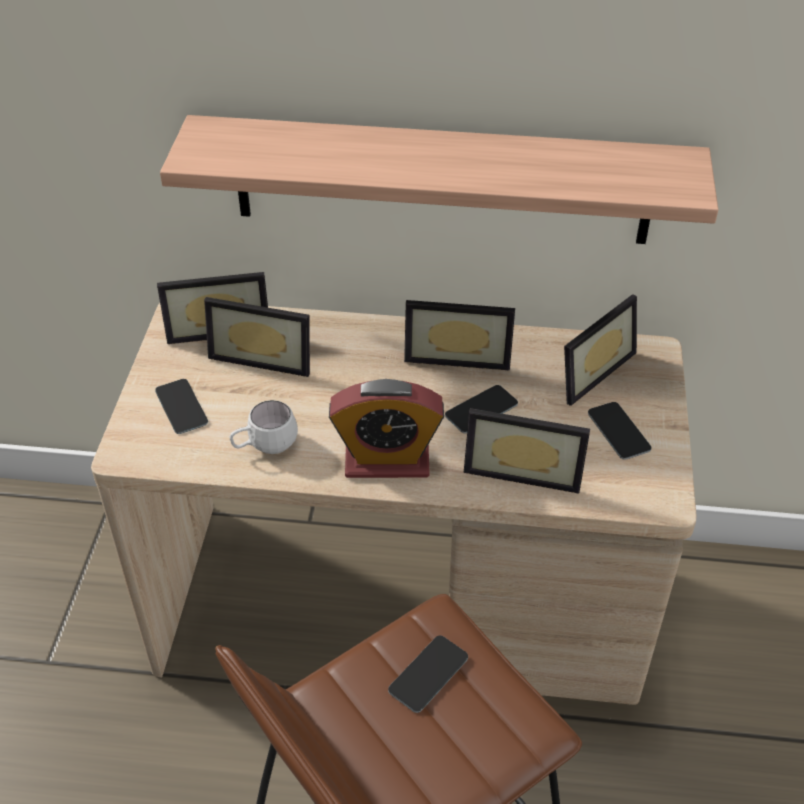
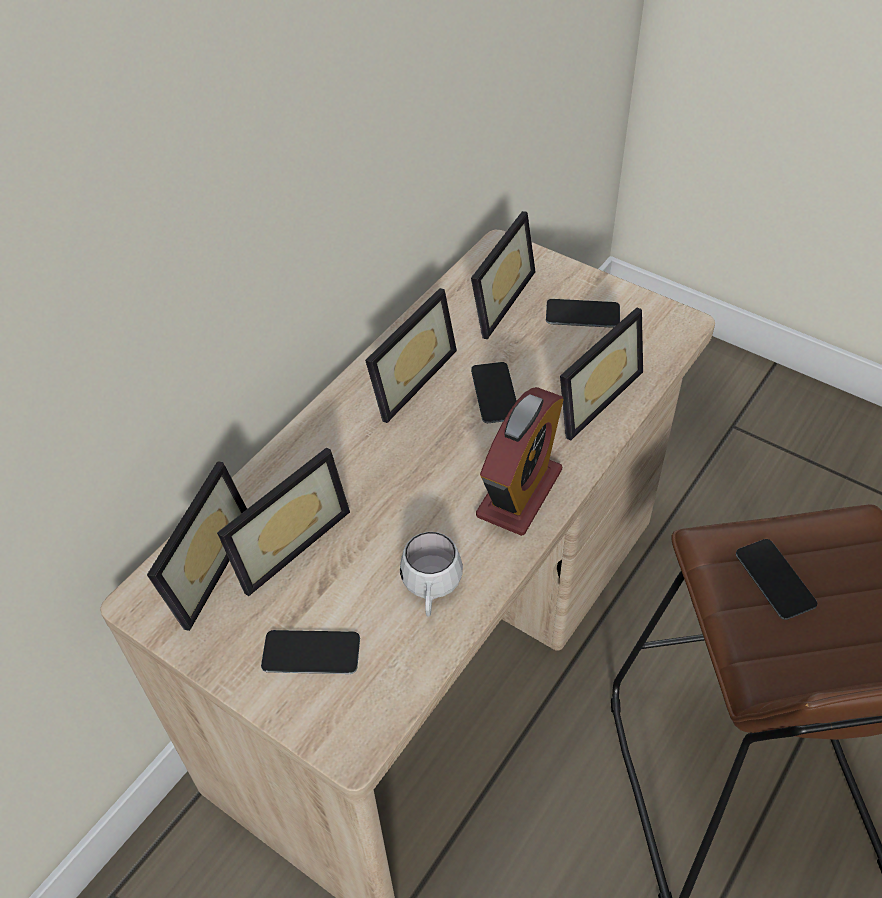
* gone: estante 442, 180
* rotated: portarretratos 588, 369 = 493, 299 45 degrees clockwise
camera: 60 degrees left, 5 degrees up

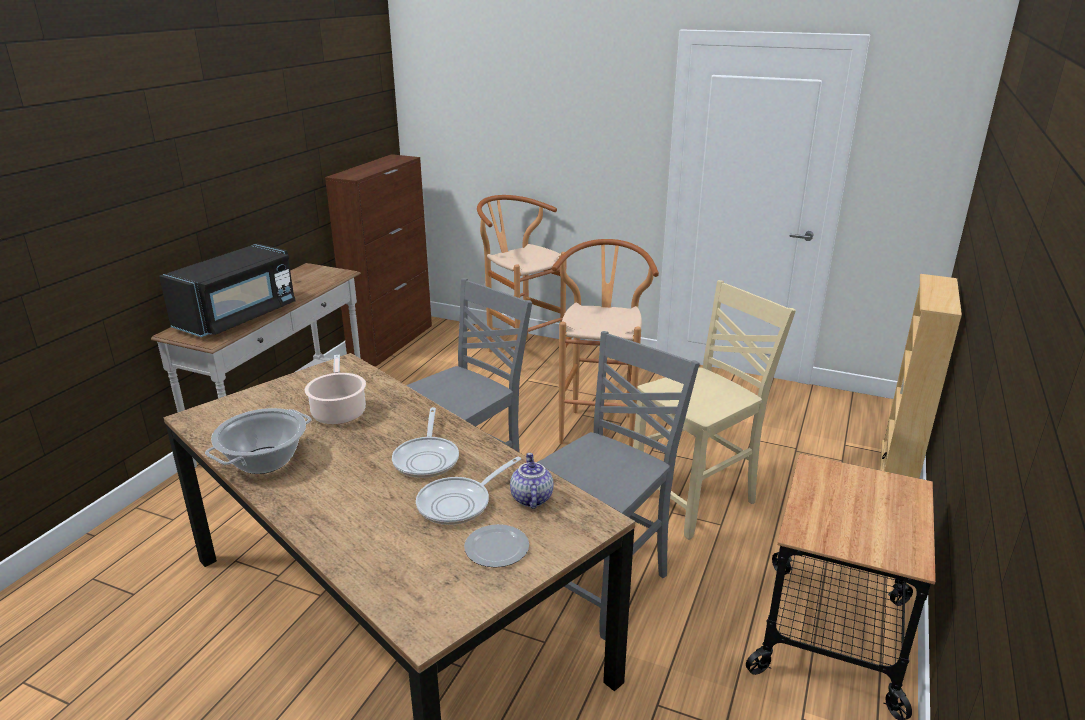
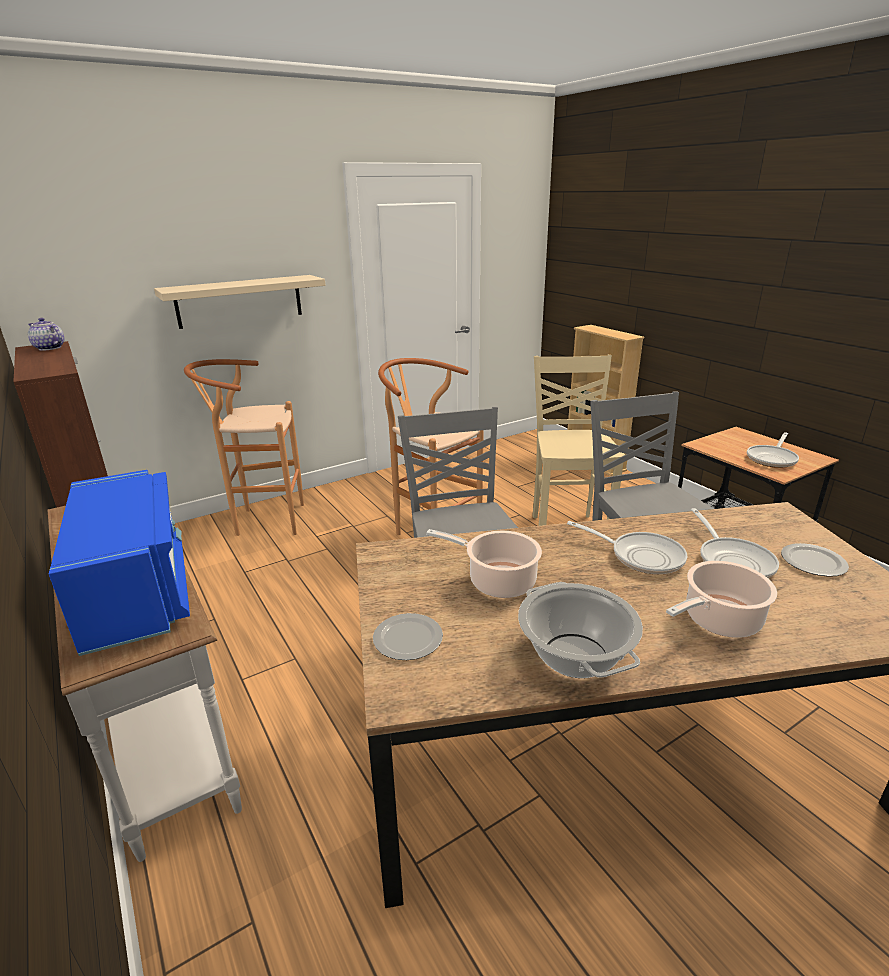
* repainted: microondas [negro] 238, 317 to microondas [azul] 136, 592
* shifted: tetera 530, 498 to 49, 348
* new: estante [beis] 239, 301
* new: sartén 772, 458
* new: olla 718, 620
* new: plato 406, 639
camera: 55 degrees left, 0 degrees up

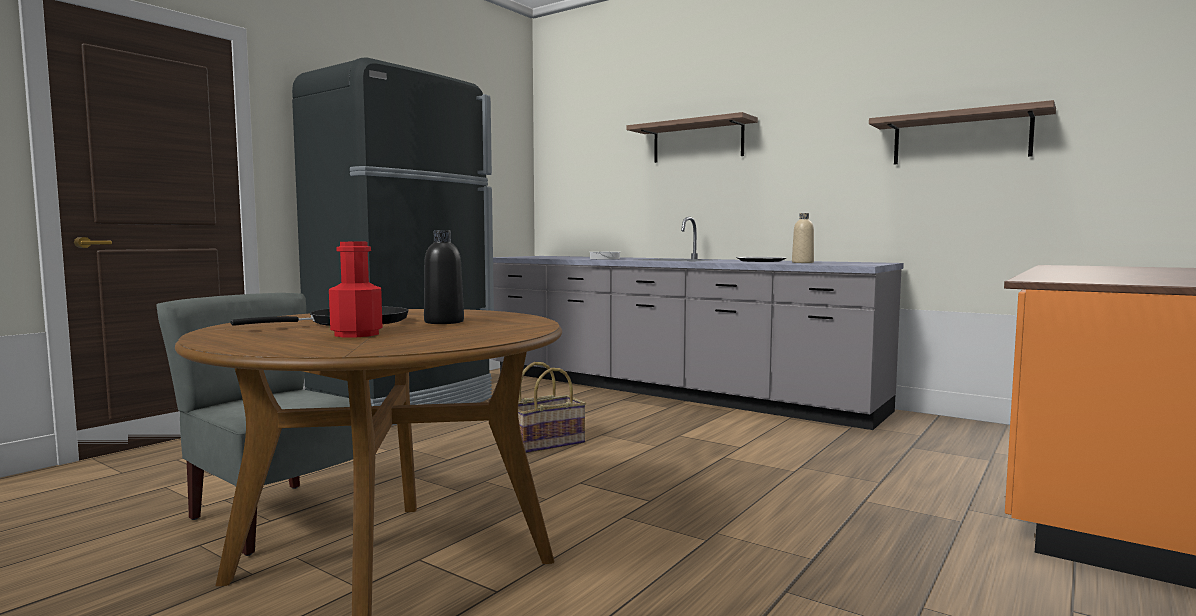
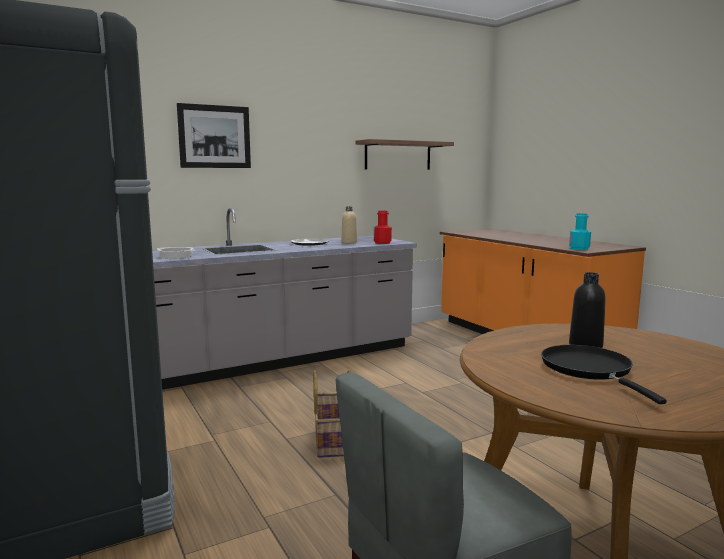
* swapped: estante 697, 141 to cuadro 214, 136
* shifted: botella [rojo] 357, 334 to 382, 243
* new: botella [turquesa] 579, 248
camera: 65 degrees left, 5 degrees up

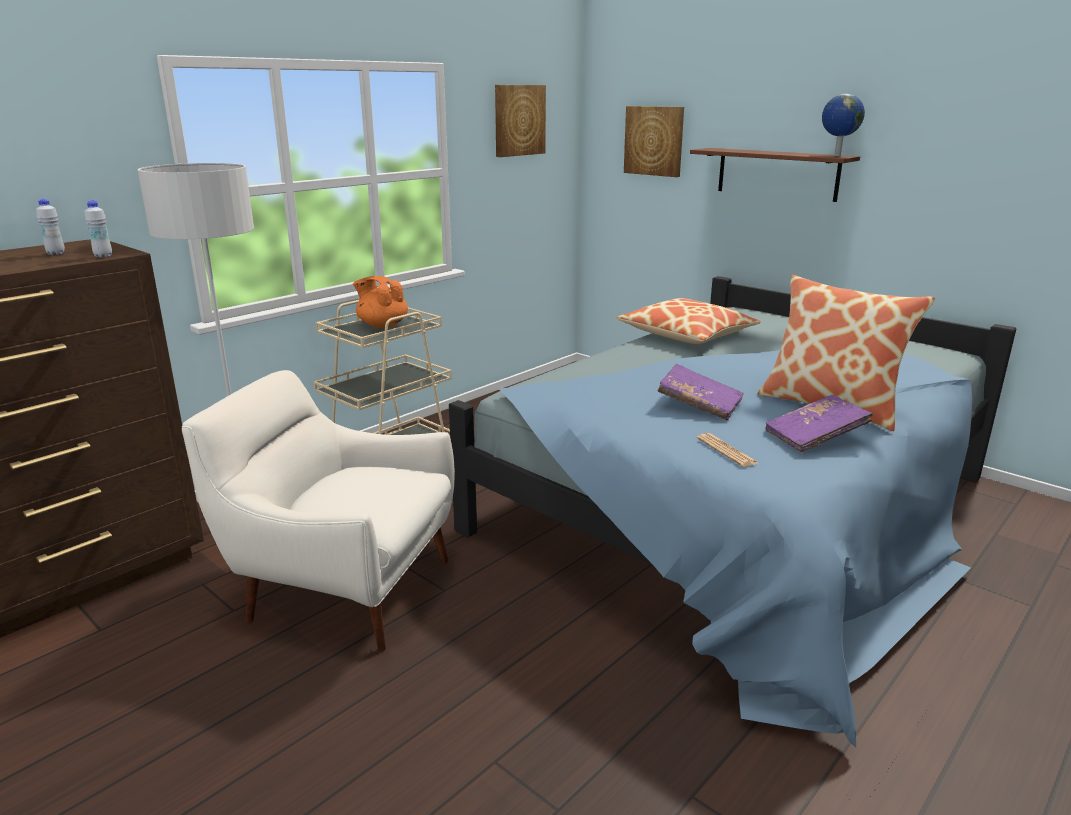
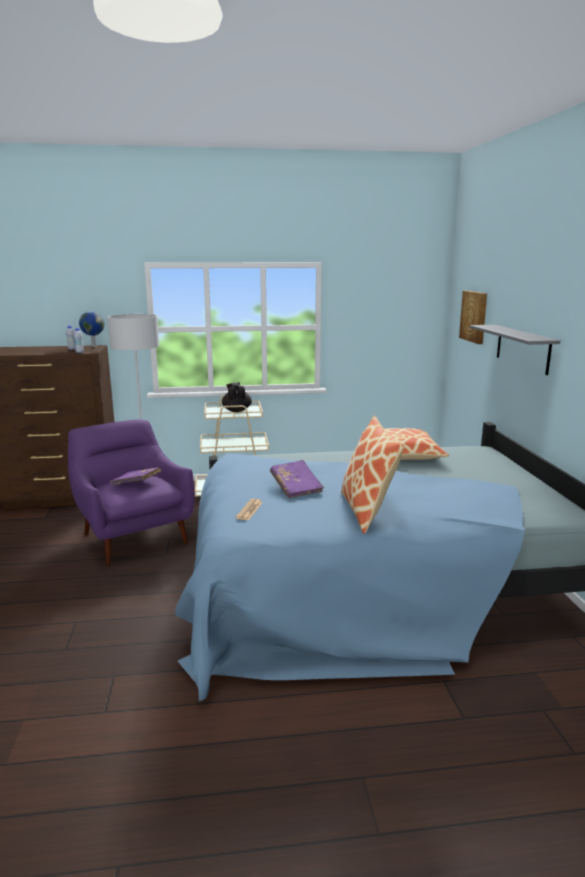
* gone: cuadro 519, 120
* shifted: globo terráqueo 836, 155 to 93, 346
* repainted: estante [marrón] 777, 174 to estante [gris] 522, 348
* repainted: tetera [naranja] 382, 325 to tetera [negro] 236, 410
* repainted: sillón [blanco] 343, 588 to sillón [morado] 133, 537
* shifted: libro [morado] 815, 437 to 136, 483
camera: 40 degrees right, 5 degrees down

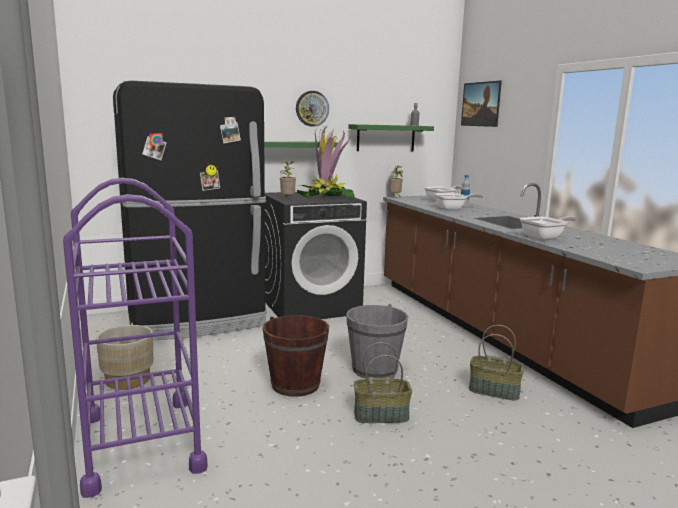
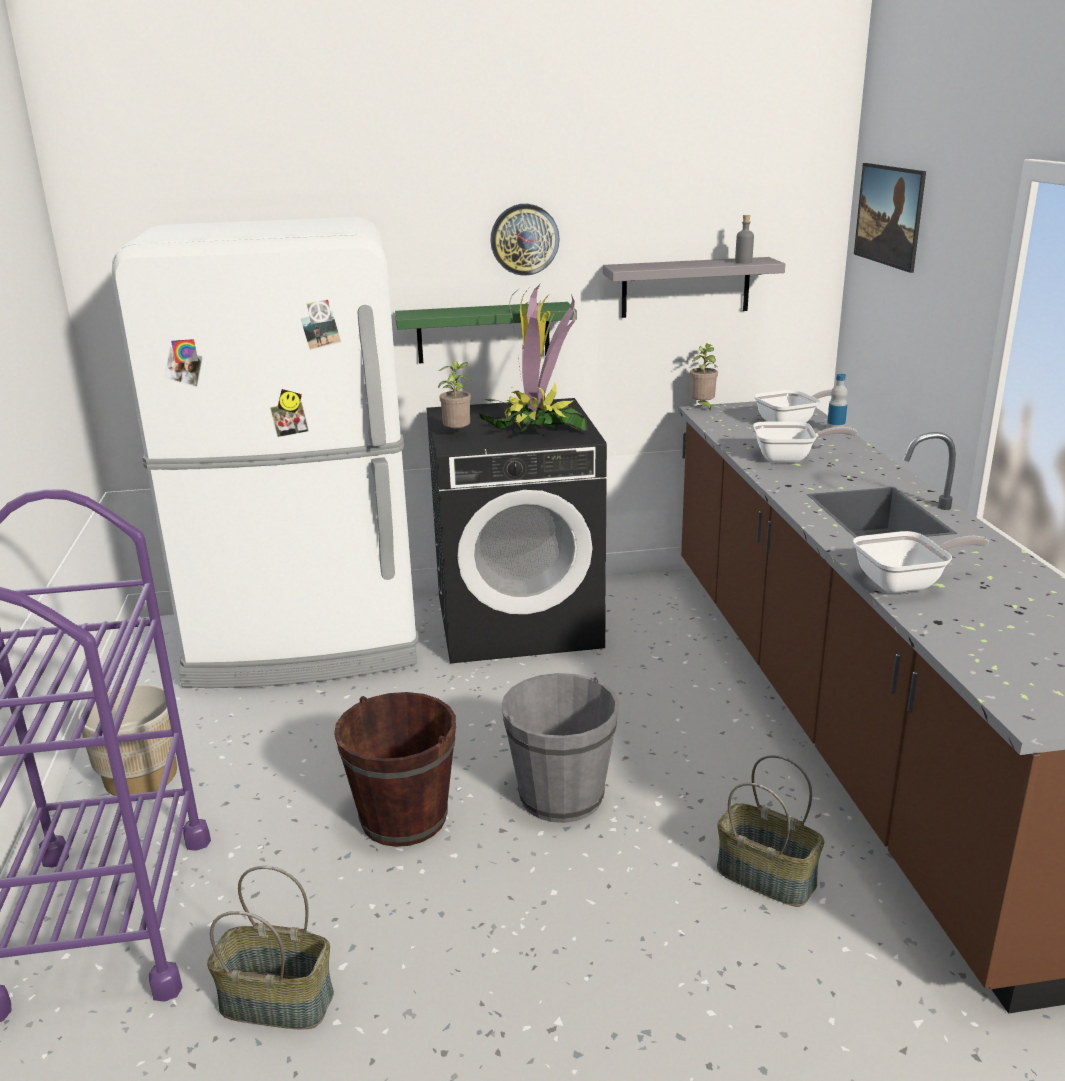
* repainted: nevera [negro] 197, 320 to nevera [blanco] 306, 642
* repainted: estante [verde] 386, 138 to estante [gris] 685, 287
* shifted: cesta 381, 415 to 278, 1000
camera: 15 degrees right, 10 degrees up

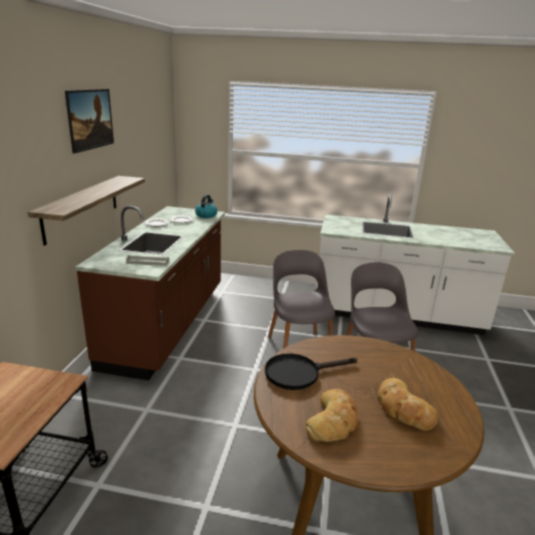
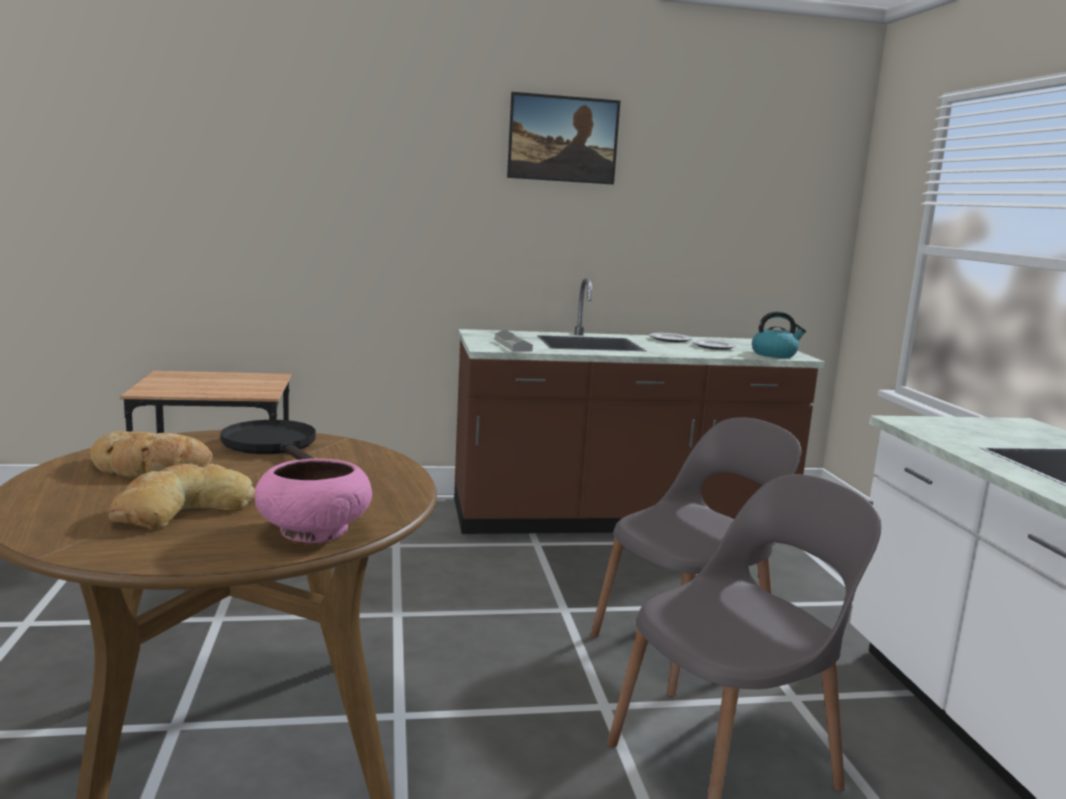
* gone: estante 82, 207
* new: cuenco [rosa] 313, 531
camera: 70 degrees right, 10 degrees down

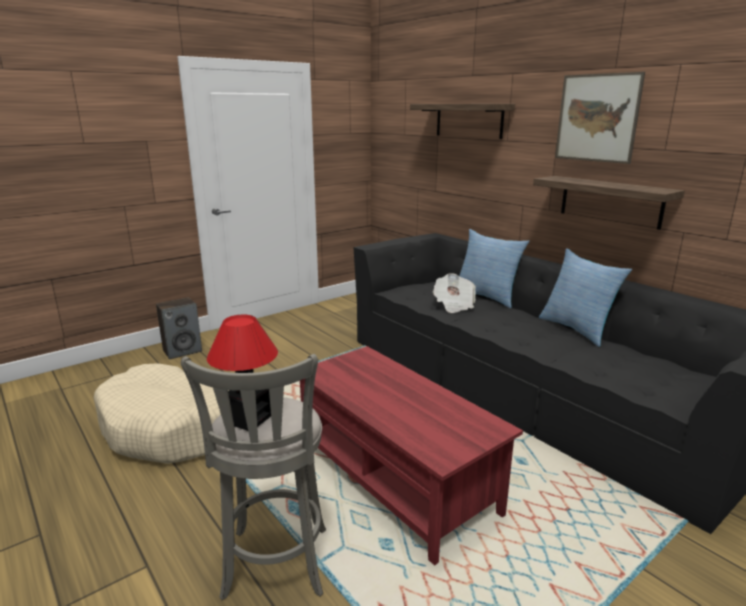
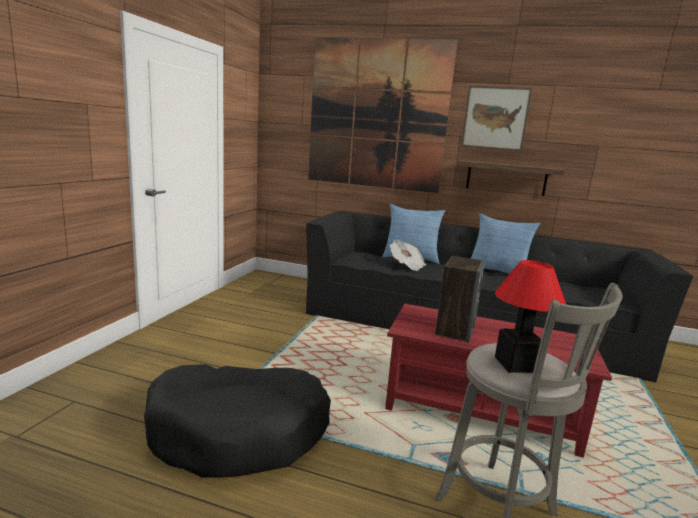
* swapped: estante 469, 120 to cuadro 377, 115
* shifted: altavoz 182, 351 to 455, 330
* repainted: cama para perro [beis] 174, 428 to cama para perro [negro] 239, 432
camera: 35 degrees left, 5 degrees down

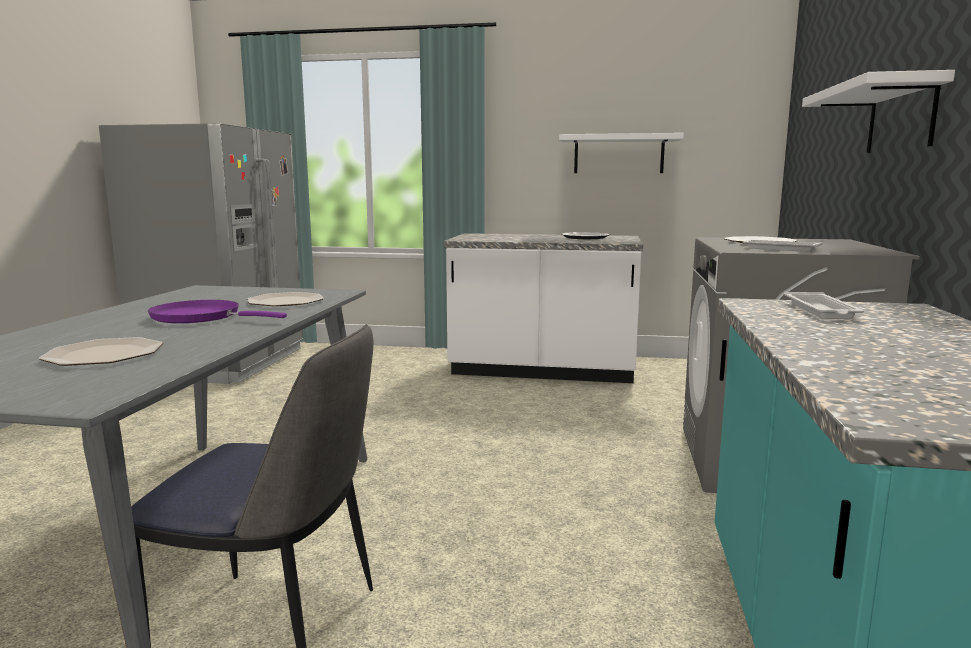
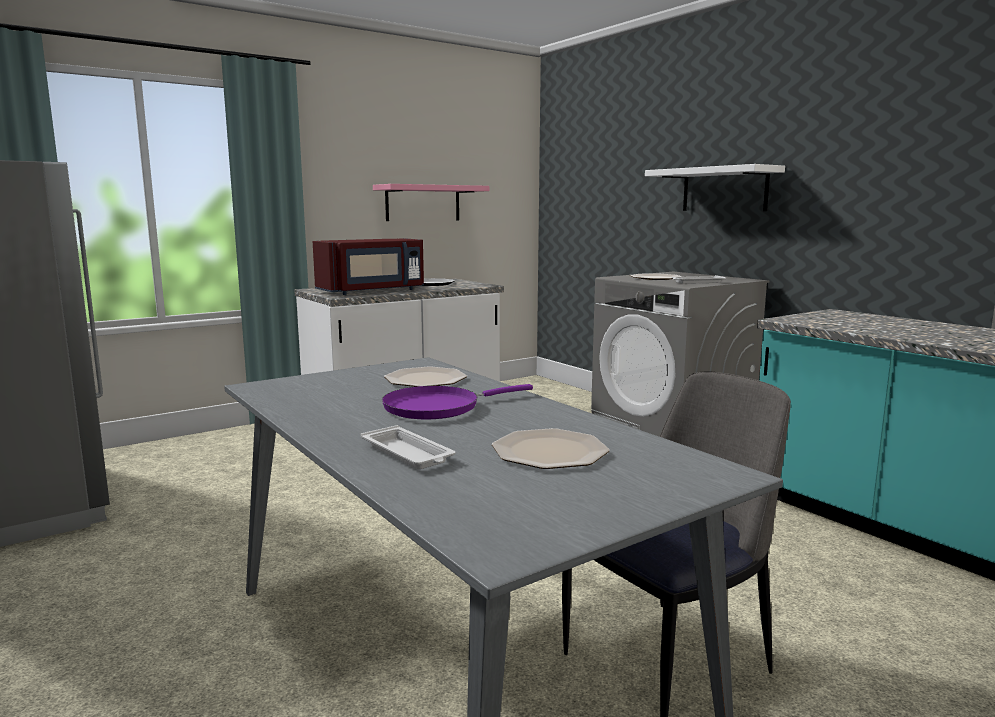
* repainted: estante [blanco] 618, 154 to estante [rosa] 423, 203
* shifted: bandeja [blanco] 821, 311 to 408, 454
* new: microondas [rojo] 372, 291
camera: 45 degrees left, 0 degrees up

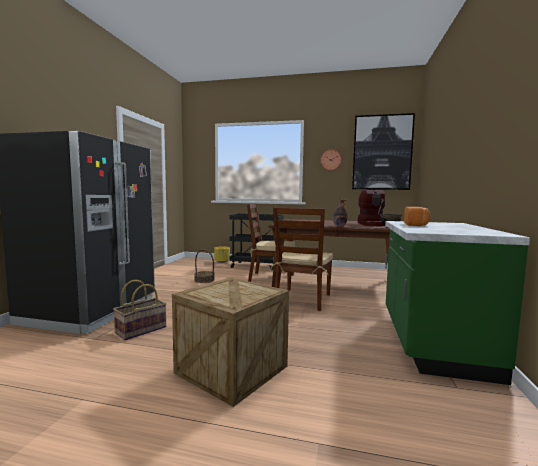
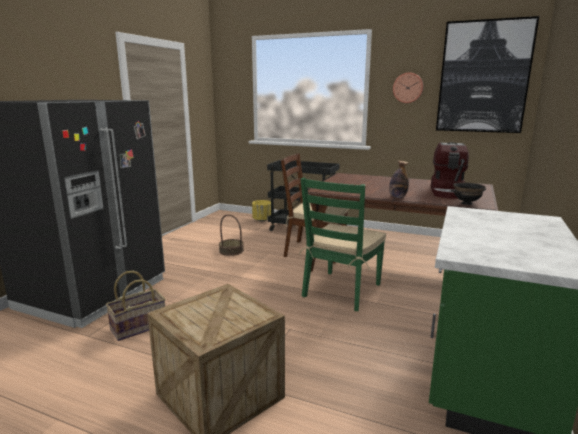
* repainted: silla [marrón] 302, 299 to silla [verde] 341, 290
* gone: pan 416, 225
camera: 10 degrees right, 10 degrees up

